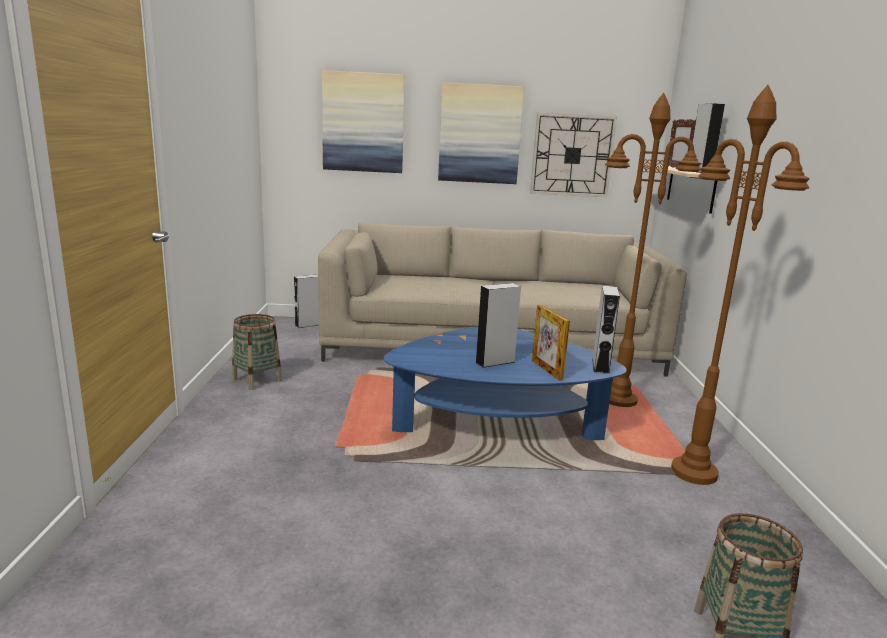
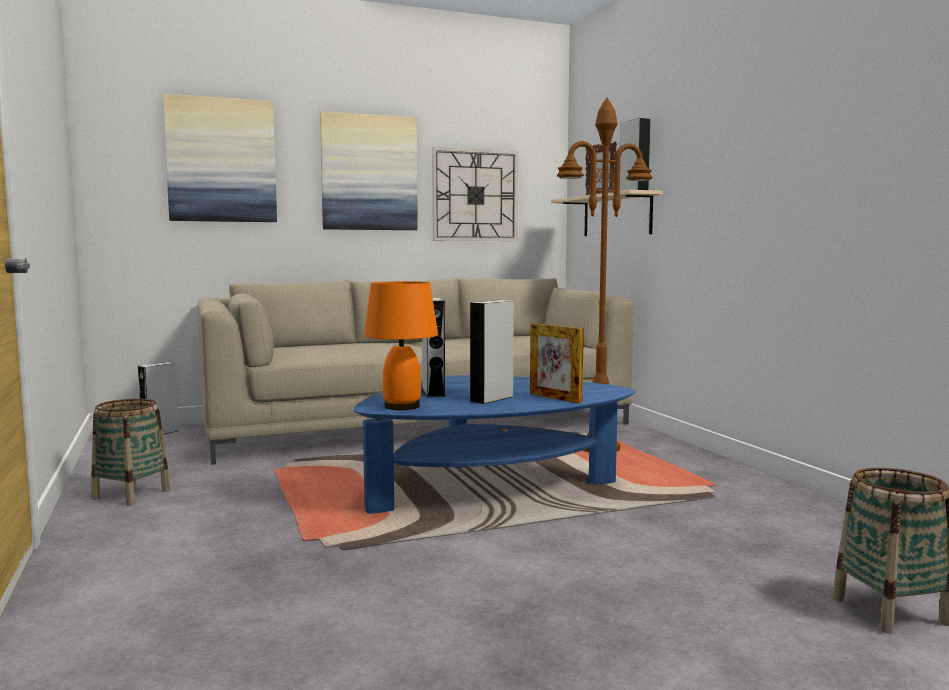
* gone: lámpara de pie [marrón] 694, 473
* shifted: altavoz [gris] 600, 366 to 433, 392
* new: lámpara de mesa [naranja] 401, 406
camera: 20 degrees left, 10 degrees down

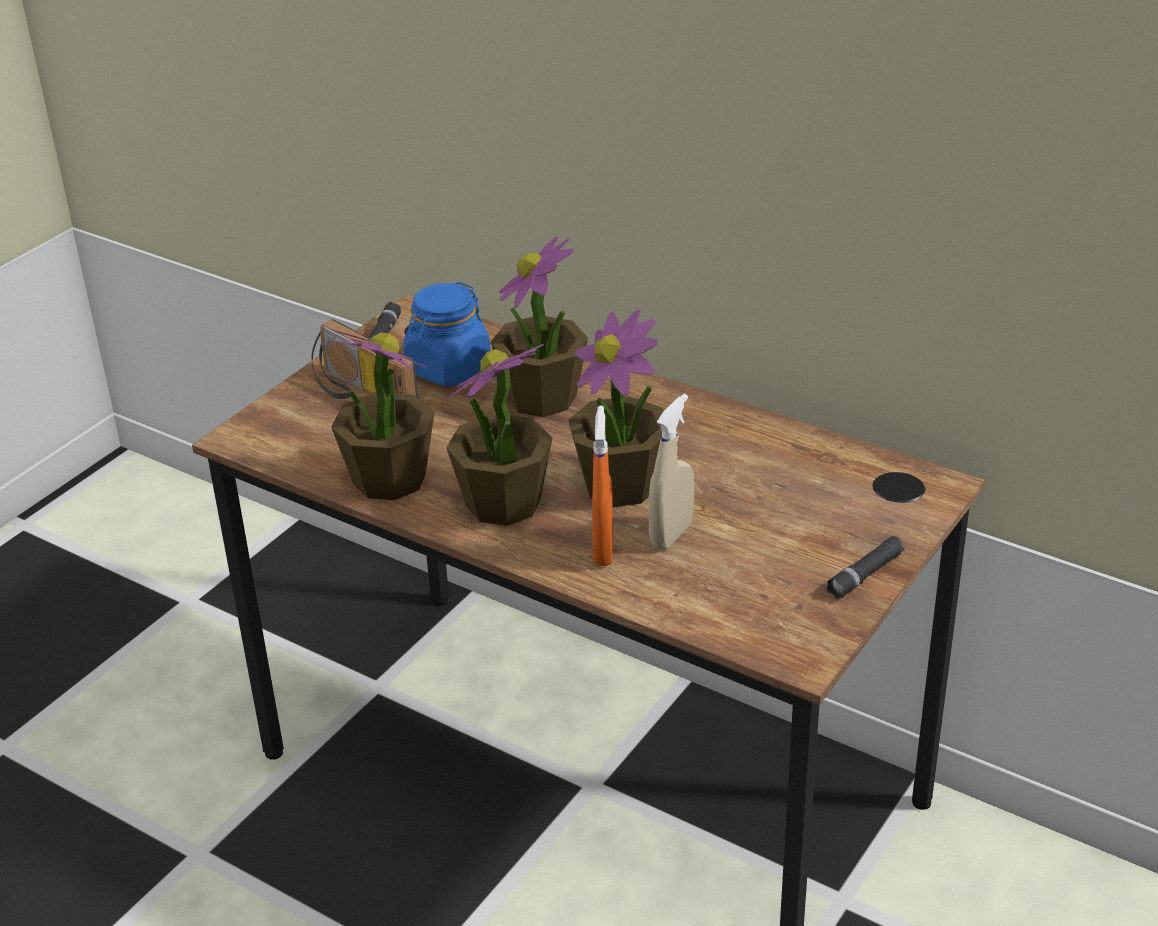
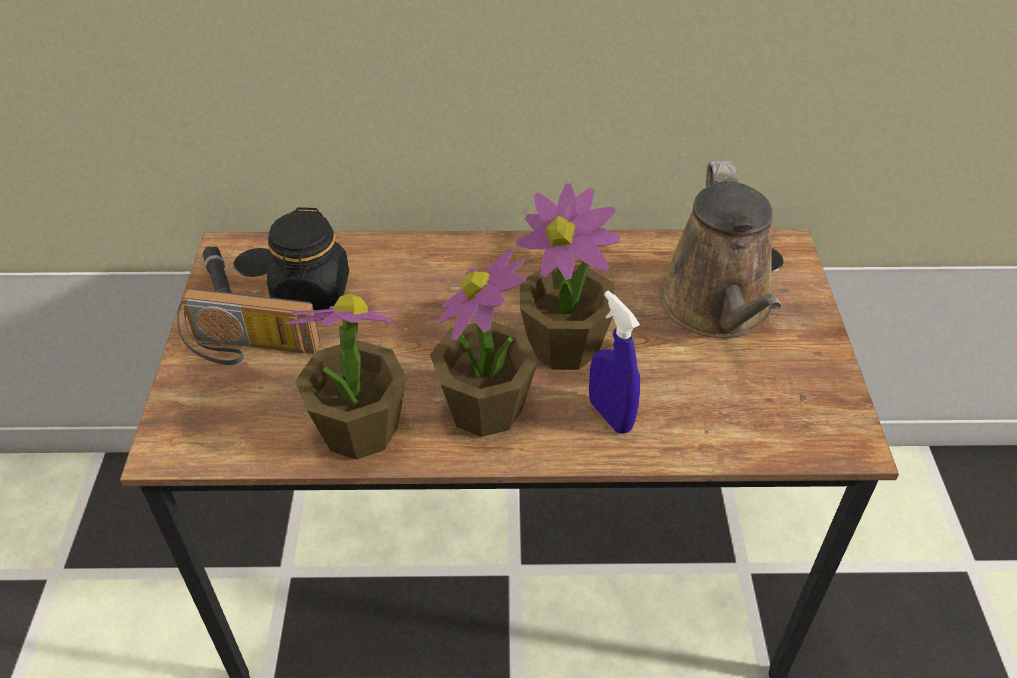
* gone: planta en maceta 542, 398
* repainted: tarro [azul] 448, 369 to tarro [negro] 312, 292
* gone: pulverizador [beis] 671, 535
* repainted: pulverizador [naranja] 603, 549 to pulverizador [azul] 610, 415
* gone: linterna [negro] 865, 575
* new: regadera [marrón] 718, 308
camera: 35 degrees left, 10 degrees up

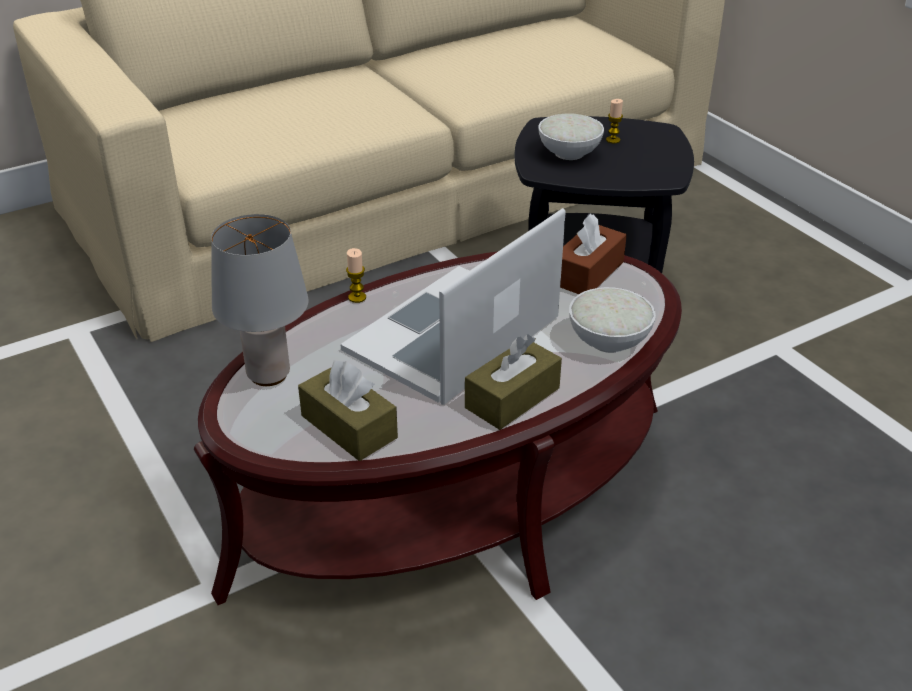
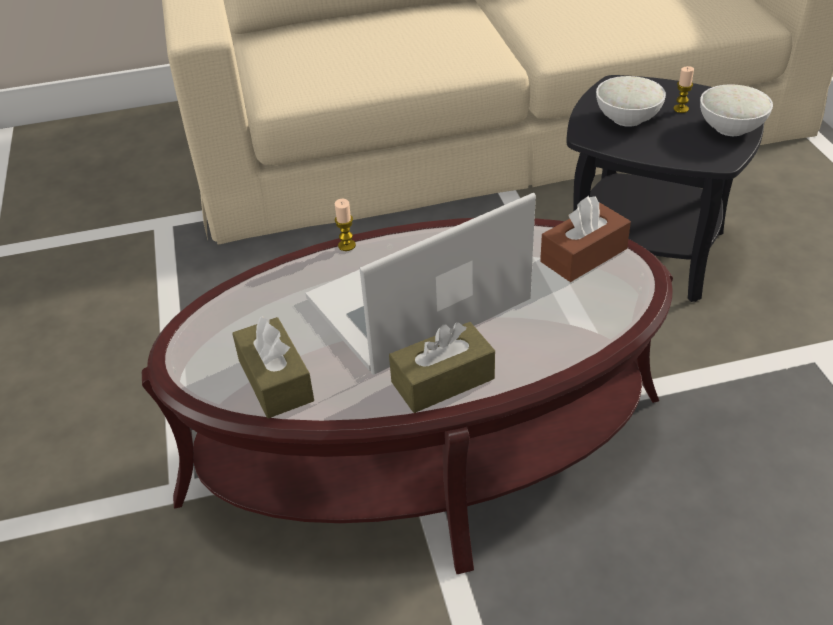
* gone: lámpara de mesa [gris] 268, 374
* shifted: cuenco [blanco] 607, 340 to 730, 127
camera: 20 degrees right, 5 degrees up

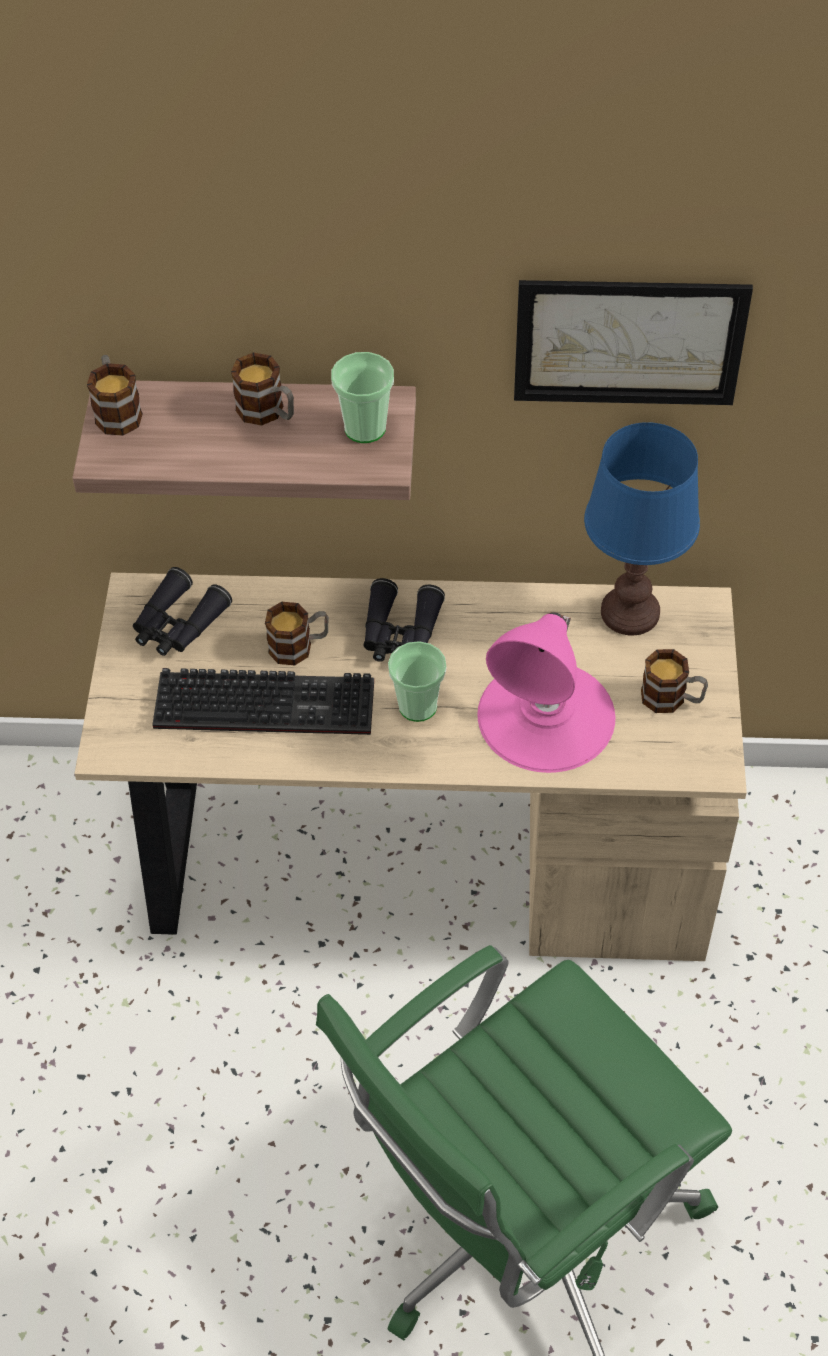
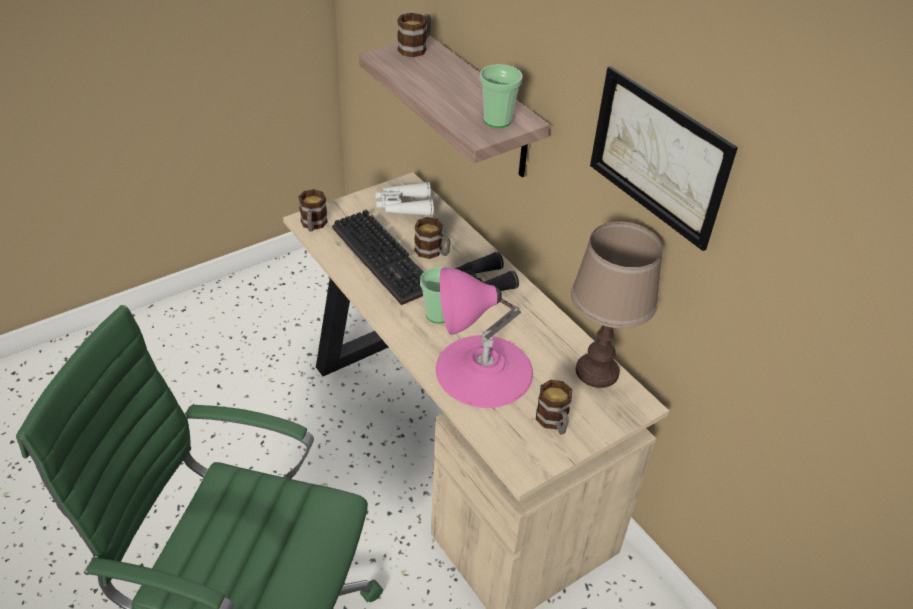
* shifted: taza grande 267, 413 to 313, 225
* repainted: lámpara de mesa [azul] 629, 612 to lámpara de mesa [marrón] 596, 371
* repainted: prismáticos [negro] 177, 624 to prismáticos [blanco] 403, 206
camera: 50 degrees right, 10 degrees down

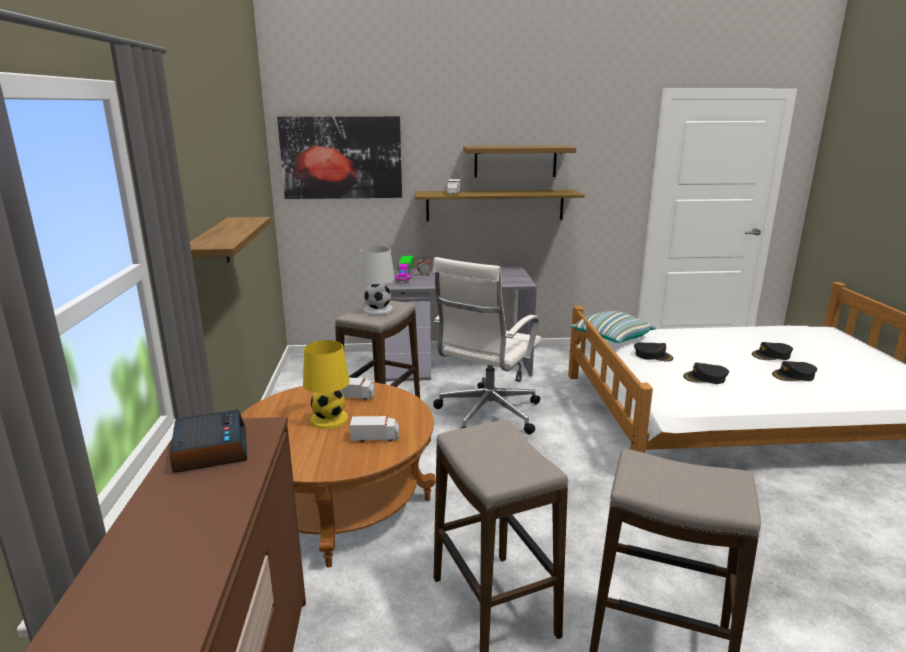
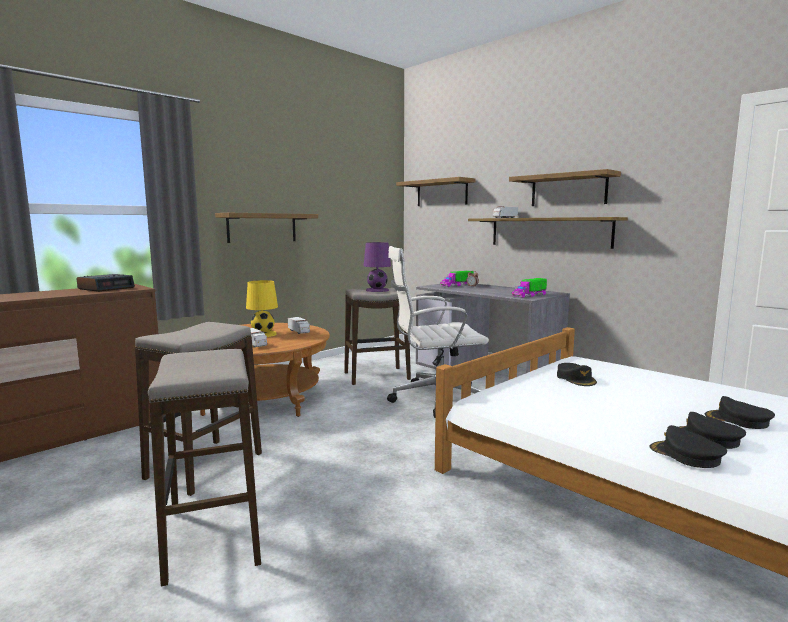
* swapped: cuadro 341, 158 to estante 441, 193
* repainted: lámpara de mesa [blanco] 377, 310 to lámpara de mesa [morado] 377, 290
* gone: cojín 611, 338
* shifted: gorra [negro] 705, 378 to 685, 455
* new: camión de juguete 529, 296
camera: 50 degrees right, 10 degrees down

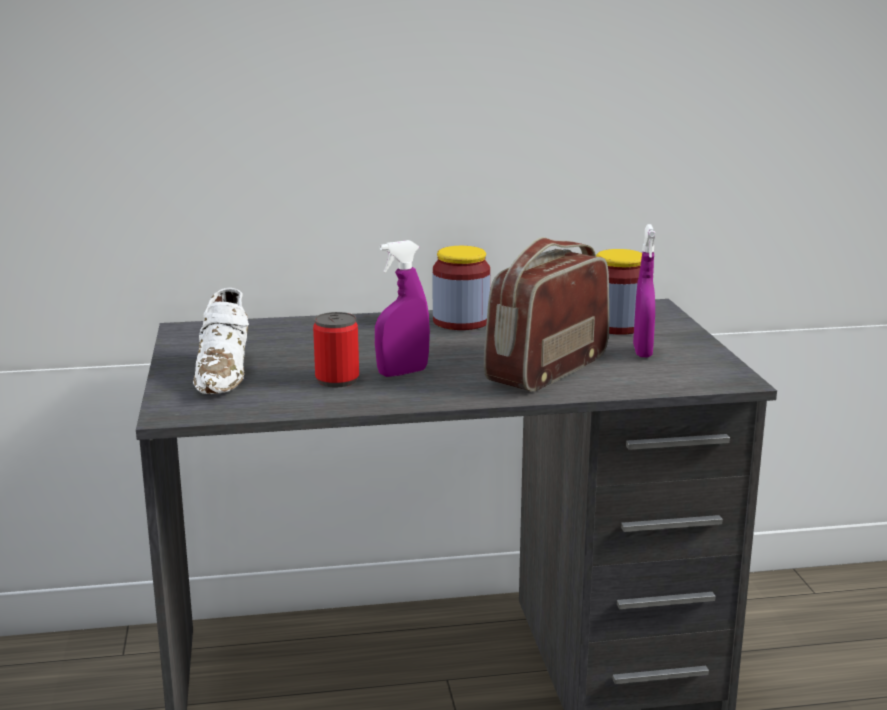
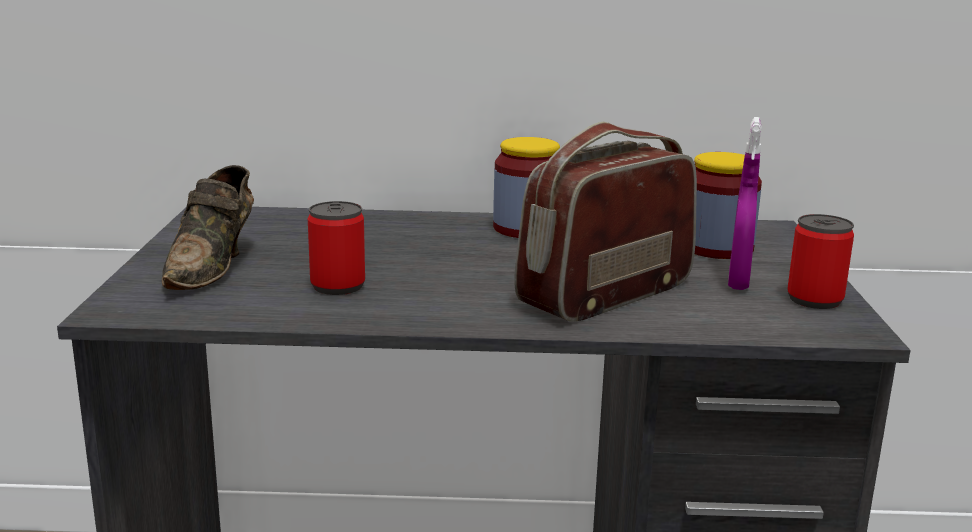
* gone: pulverizador [morado] 402, 373
* repainted: zapato [blanco] 225, 373 to zapato [marrón] 214, 266
* new: lata 814, 300
camera: 10 degrees right, 0 degrees up

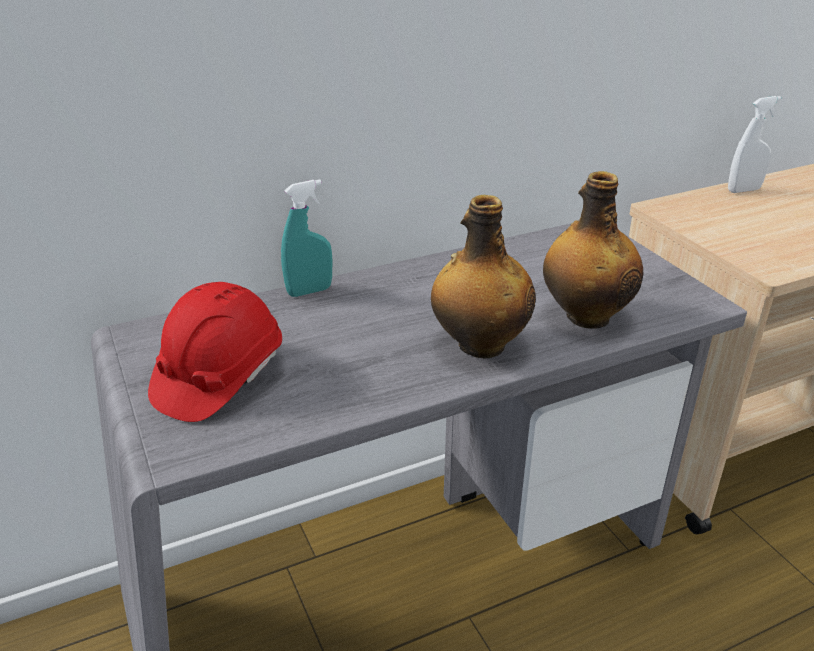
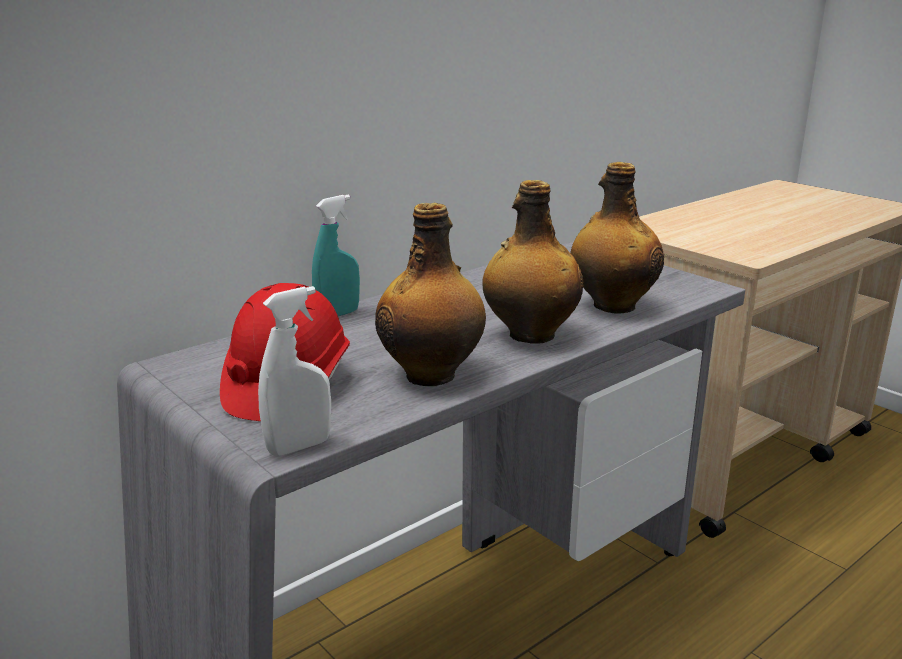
* shifted: pulverizador [blanco] 743, 190 to 299, 447
* new: botella 432, 375
camera: 15 degrees left, 10 degrees down

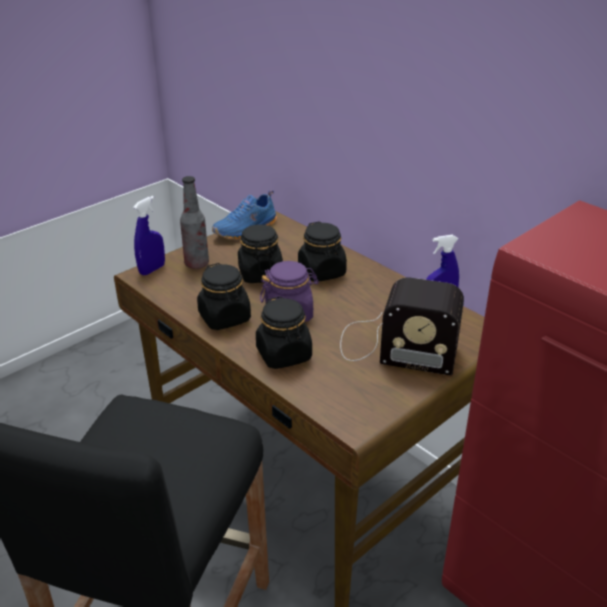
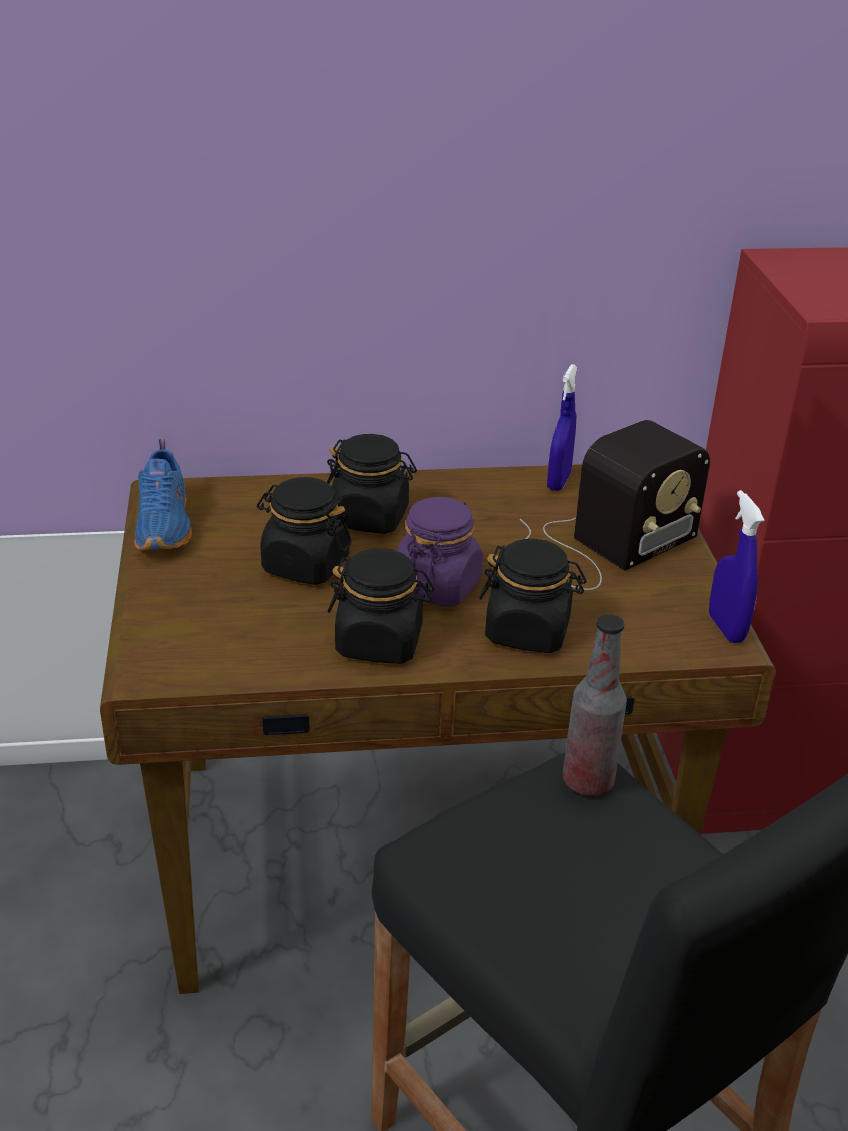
* shifted: botella 197, 264 to 588, 781
* shifted: pulverizador [azul] 152, 269 to 726, 628
camera: 55 degrees left, 0 degrees up

